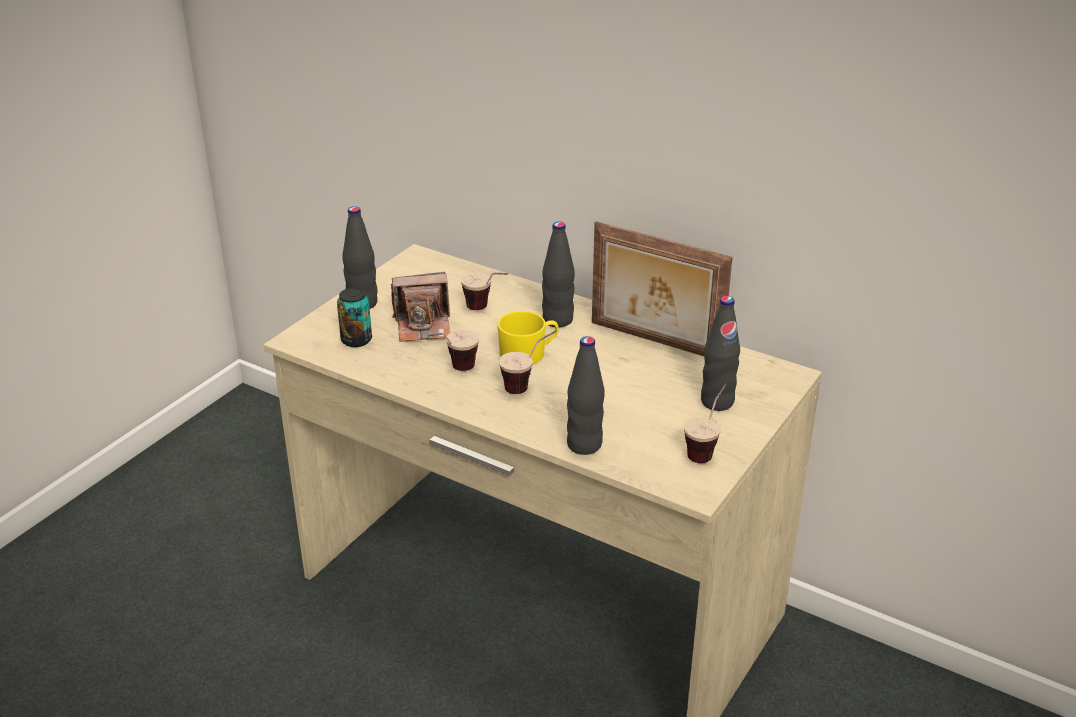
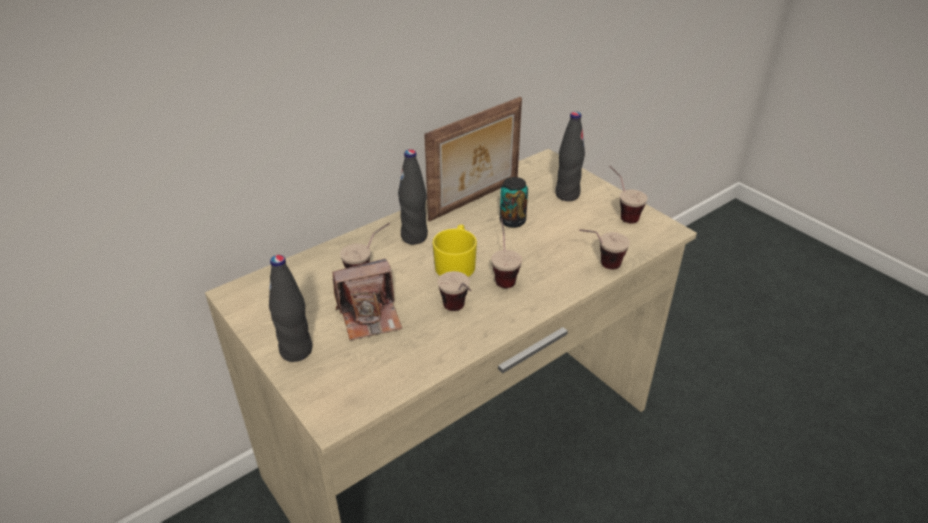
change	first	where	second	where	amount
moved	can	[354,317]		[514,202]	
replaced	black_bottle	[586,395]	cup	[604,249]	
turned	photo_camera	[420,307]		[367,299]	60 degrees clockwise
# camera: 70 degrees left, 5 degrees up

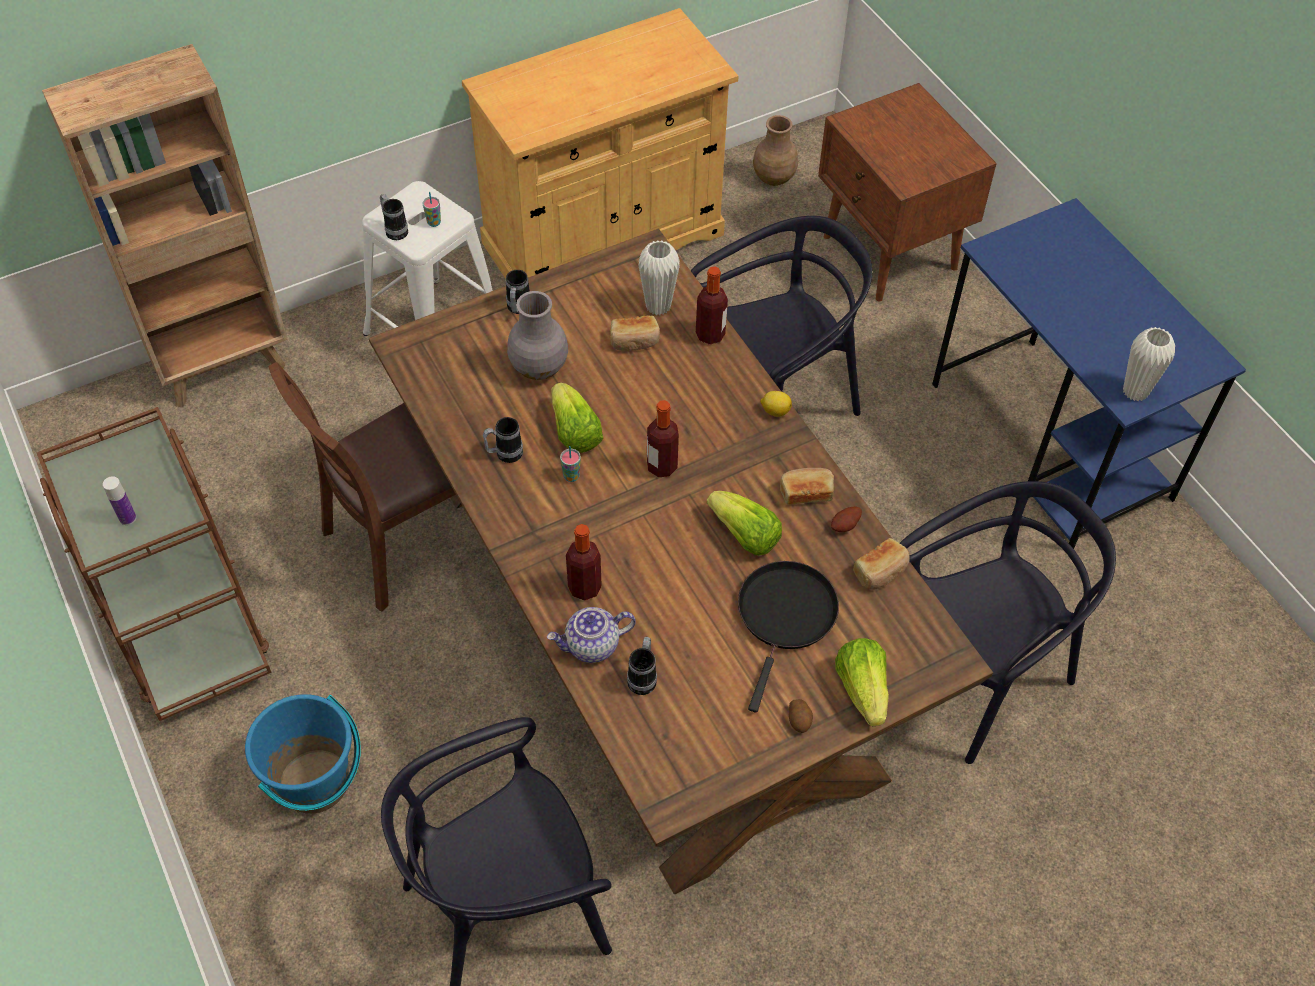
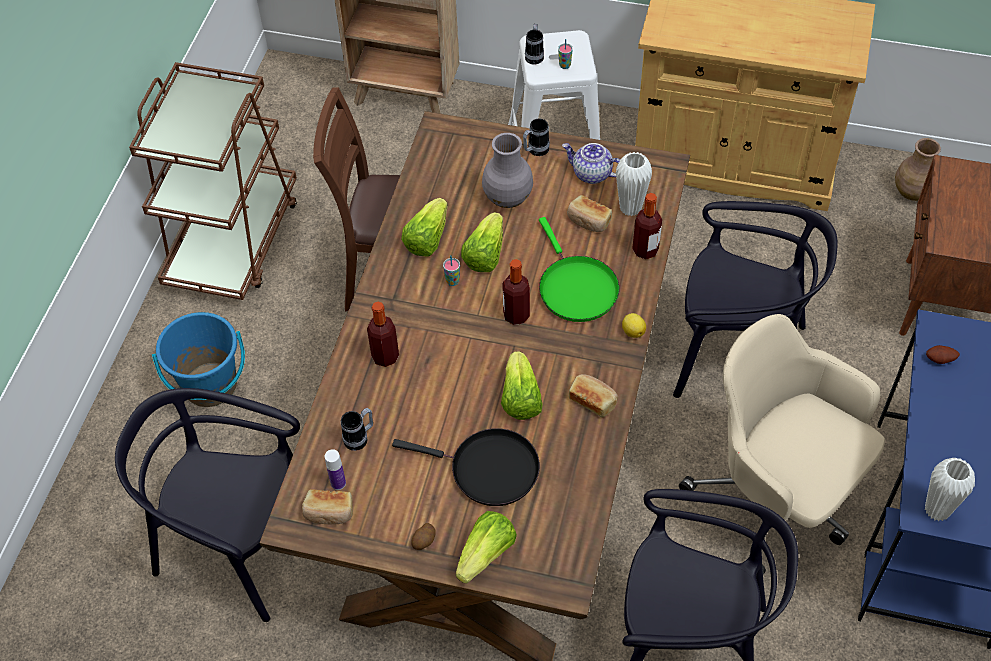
change	first	where	second	where	amount
added			green_frying_pan	[579,269]	
added			beige_office_chair	[782,444]	
moved	bottle	[119,500]		[335,469]	
moved	teapot	[591,635]		[591,163]	
moved	potato	[846,519]		[943,354]	
moved	bread	[881,564]		[327,506]	
replaced	mug	[503,440]	lettuce	[424,227]	
turned	black_frying_pan	[788,637]		[466,467]	45 degrees clockwise
# camera: 45 degrees right, 0 degrees up

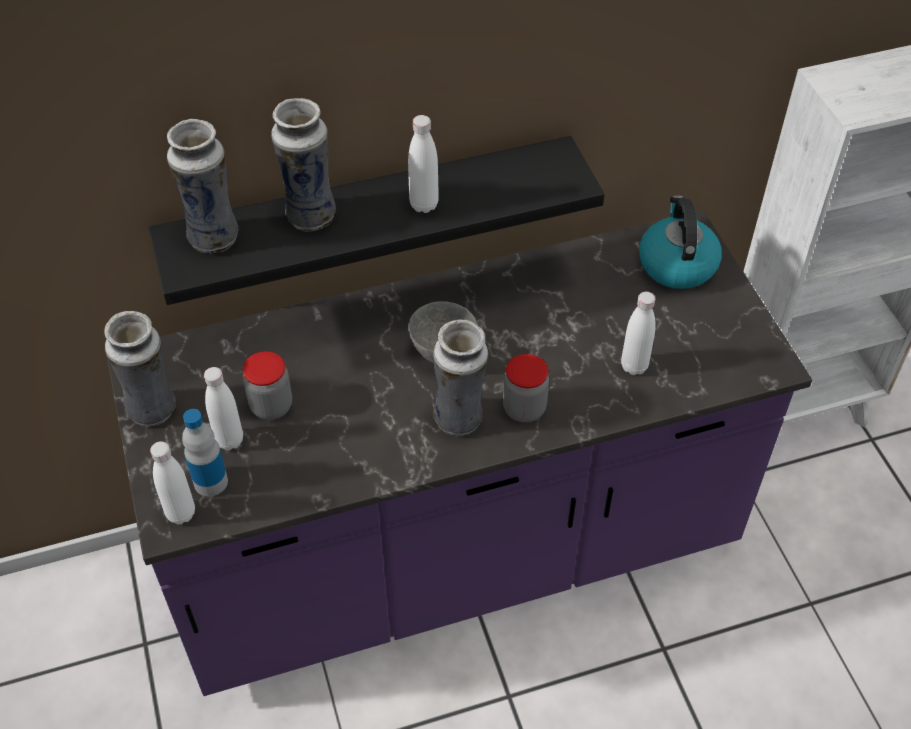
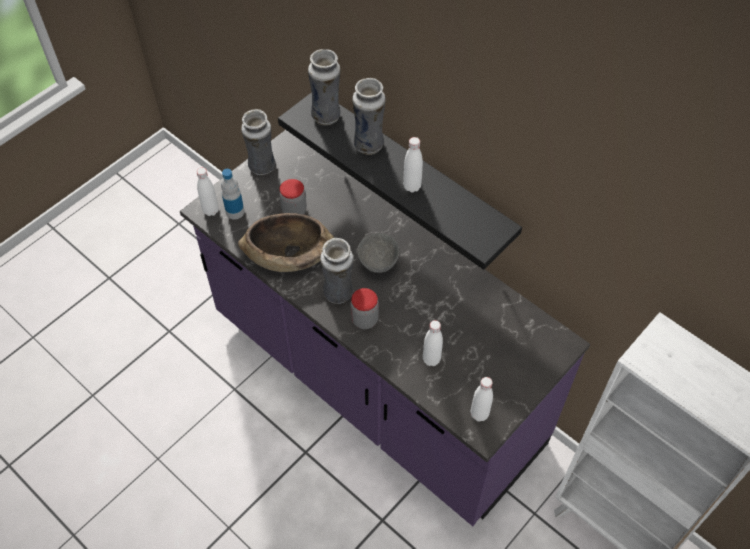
change	first	where	second	where	amount
removed	kettle	[680,242]			
added			brown_bowl	[286,242]	
moved	white_bottle	[223,408]		[482,399]	
# camera: 60 degrees right, 5 degrees up

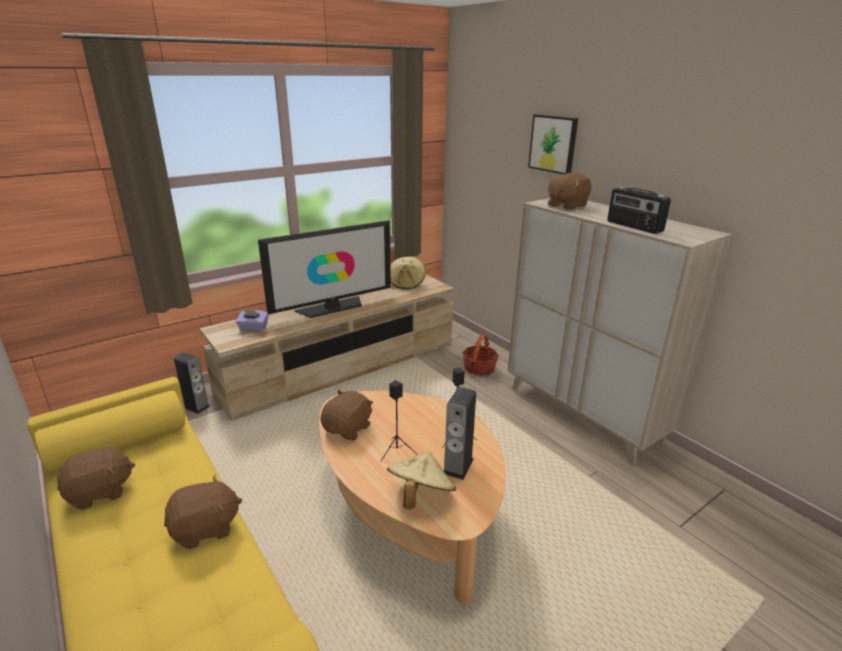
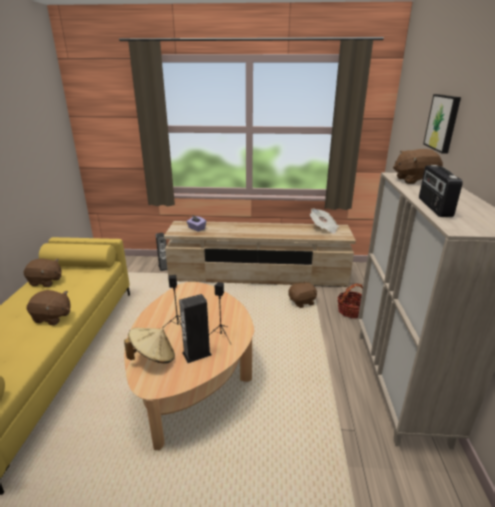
change	first	where	second	where	amount
removed	television	[324,269]			
moved	brown_plush_toy	[346,415]		[302,294]	
replaced	beige_hat	[407,273]	newspaper	[324,221]	
# camera: 40 degrees right, 0 degrees up

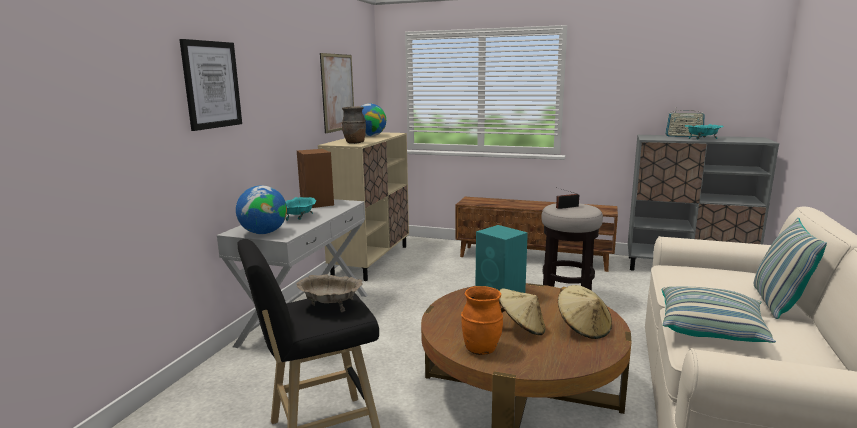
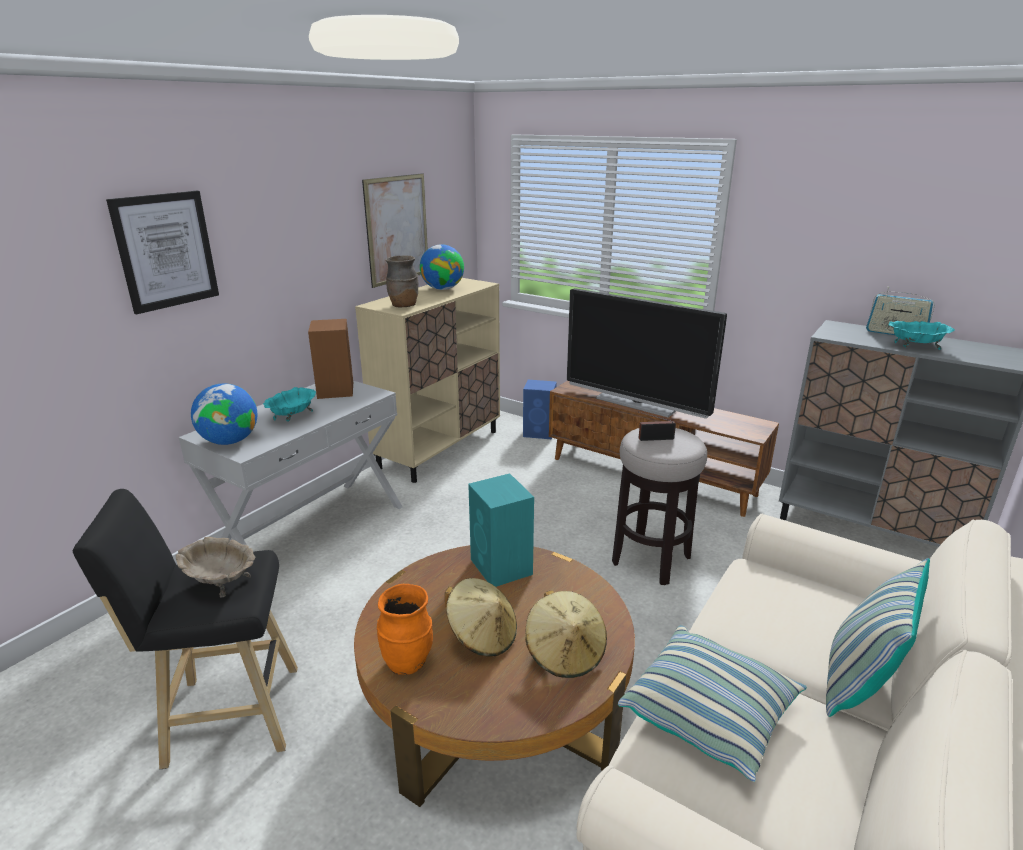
change	first	where	second	where	amount
added			blue_speaker	[540,409]	
added			television	[647,353]	
# camera: 15 degrees right, 10 degrees up

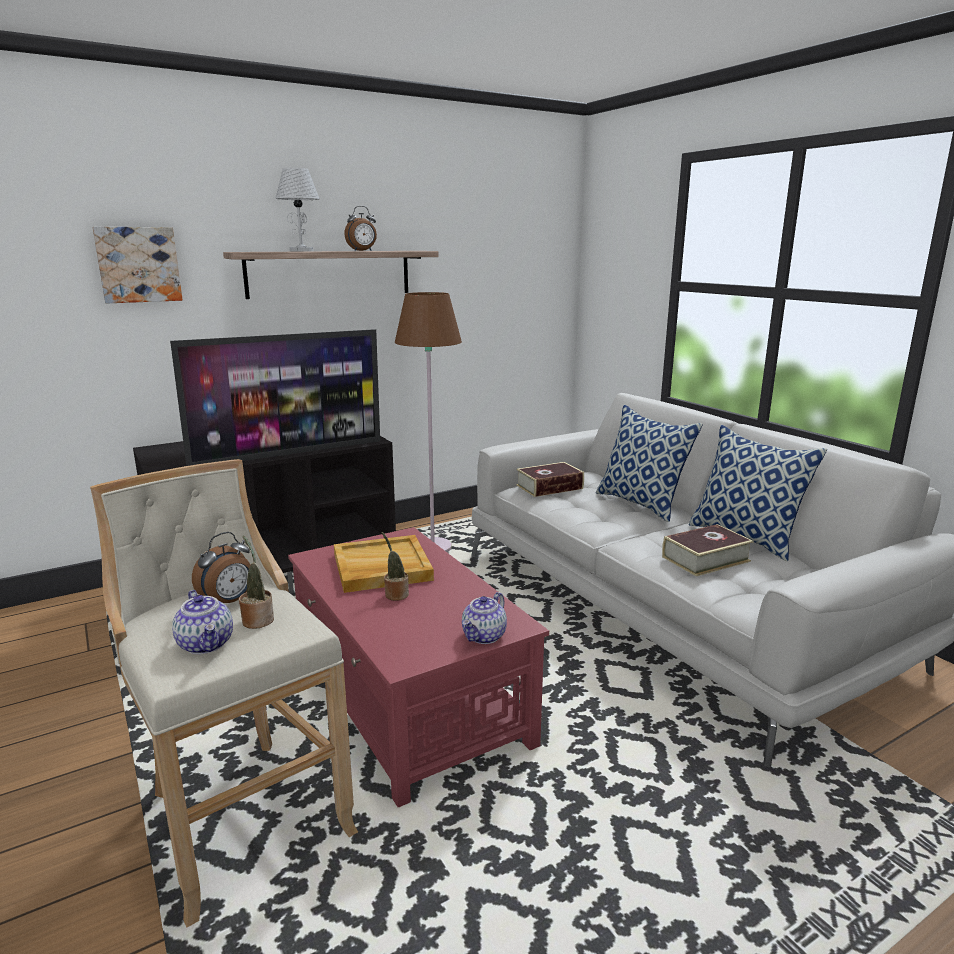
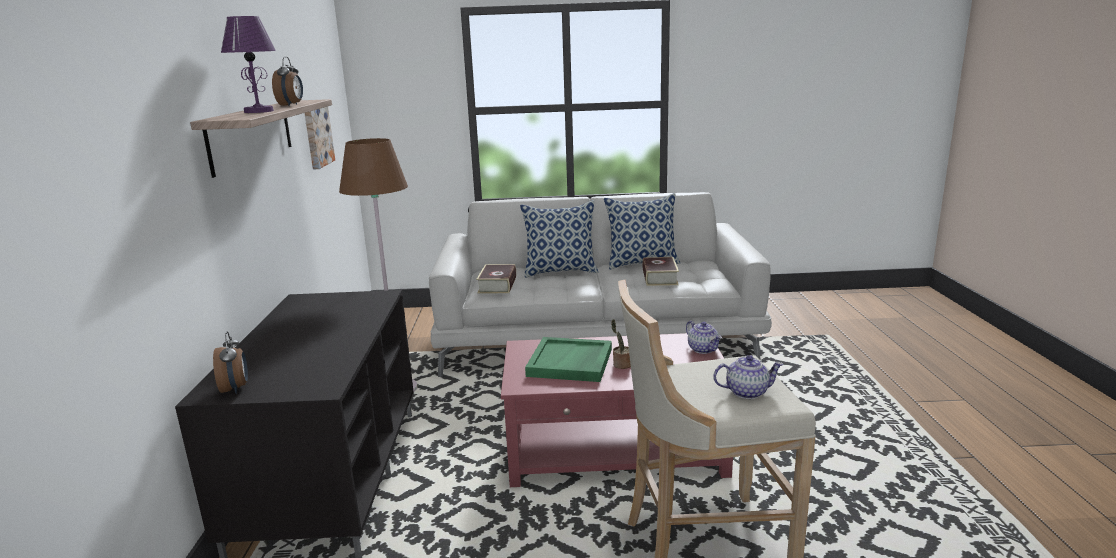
change	first	where	second	where	amount
removed	television	[275,397]			
removed	potted_plant	[256,582]			
moved	picture	[137,265]		[319,137]	
moved	alarm_clock	[221,567]		[230,362]	
recoloured	white_table_lamp	[297,210]	purple_table_lamp	[248,64]	
recoloured	beige_tray	[384,564]	green_tray	[568,359]	
# camera: 60 degrees left, 0 degrees up

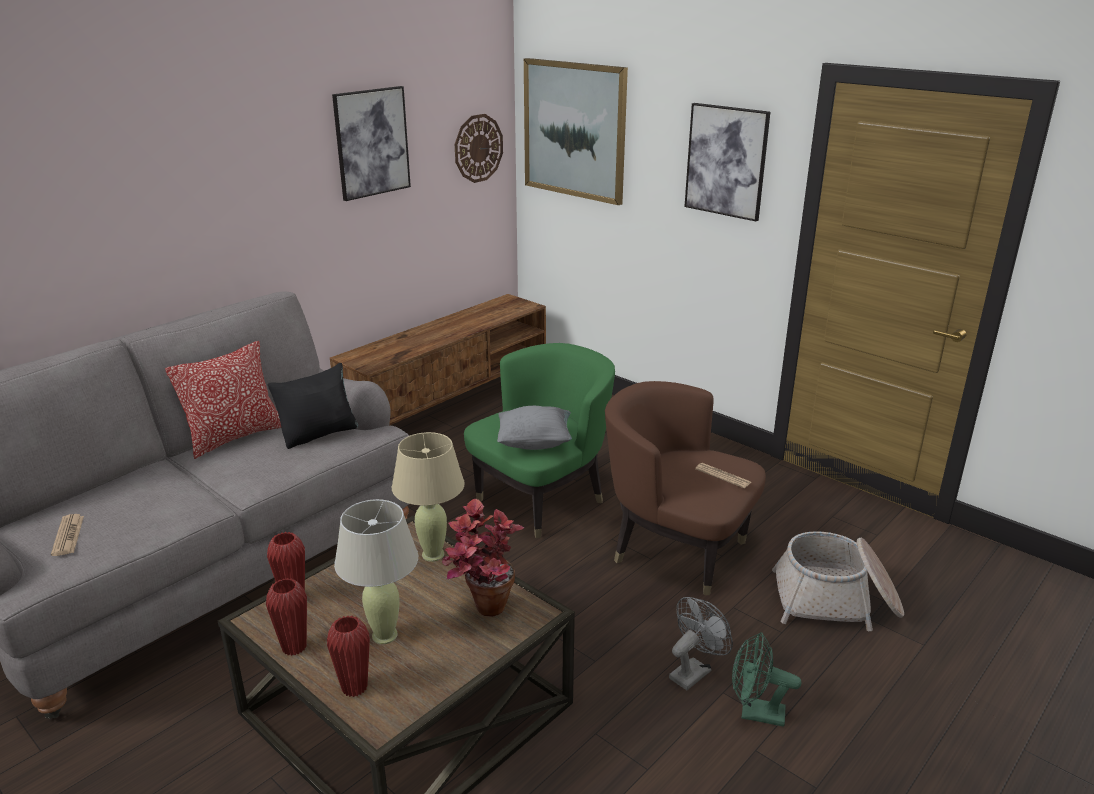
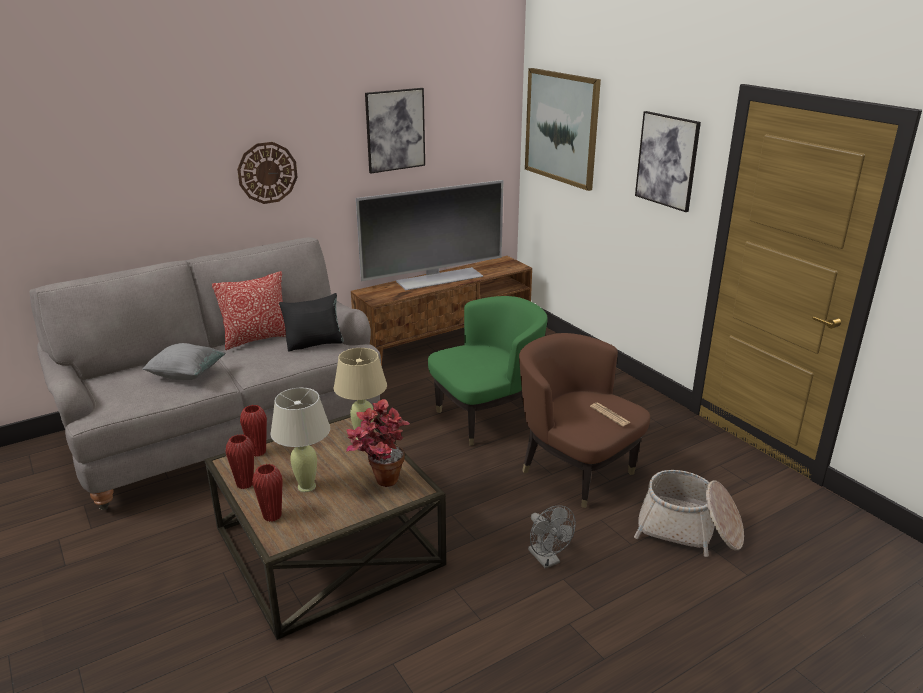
change	first	where	second	where	amount
removed	newspaper	[67,535]			
removed	green_fan	[766,679]			
added			television	[430,235]	
moved	wall_clock	[479,148]		[267,173]	
moved	grey_pillow	[534,428]		[184,361]	
turned	grey_fan	[701,643]		[552,537]	90 degrees clockwise
# camera: 15 degrees right, 0 degrees up

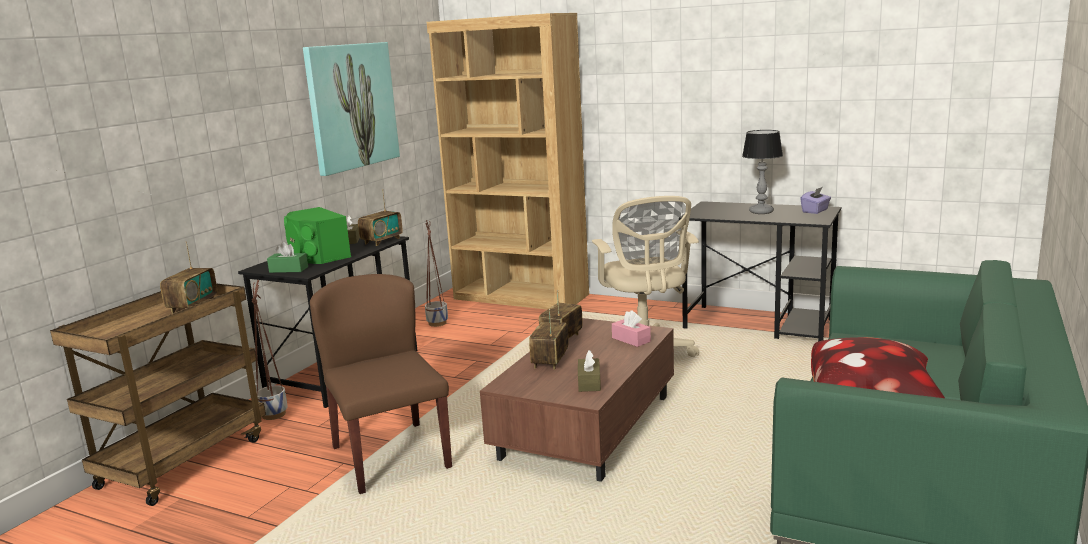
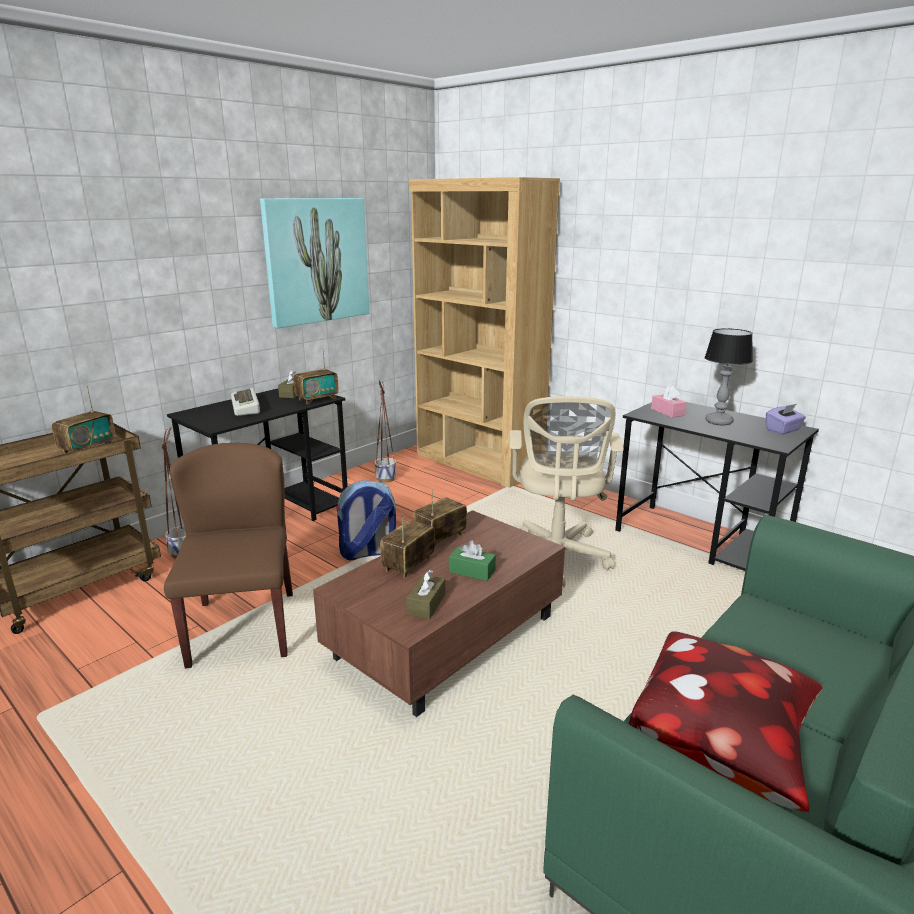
change	first	where	second	where	amount
added			backpack	[366,520]	
moved	green_tissue_box	[287,257]		[472,560]	
moved	pink_tissue_box	[631,328]		[669,402]	
replaced	green_speaker	[317,235]	keyboard	[245,402]	
# camera: 15 degrees right, 5 degrees up

